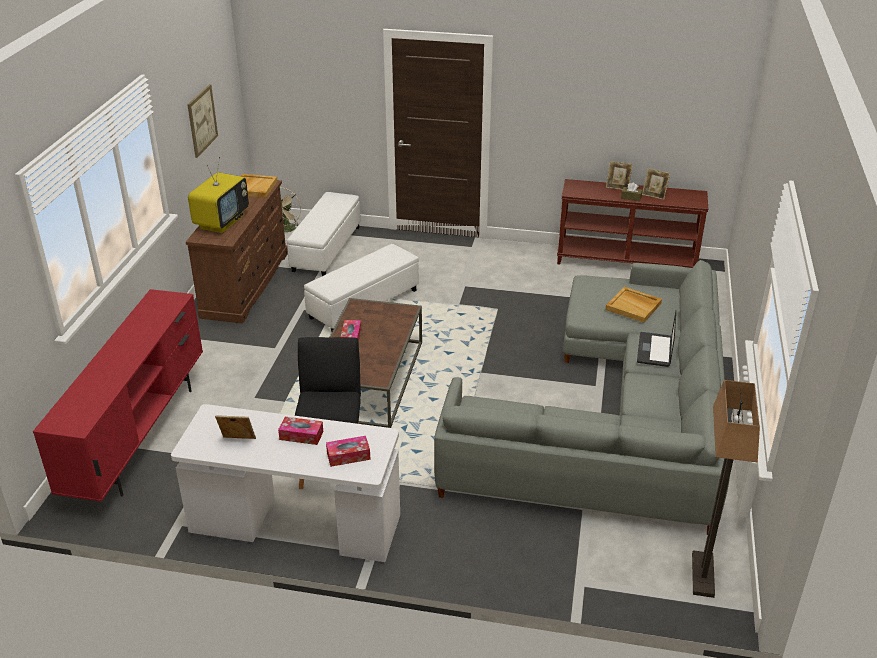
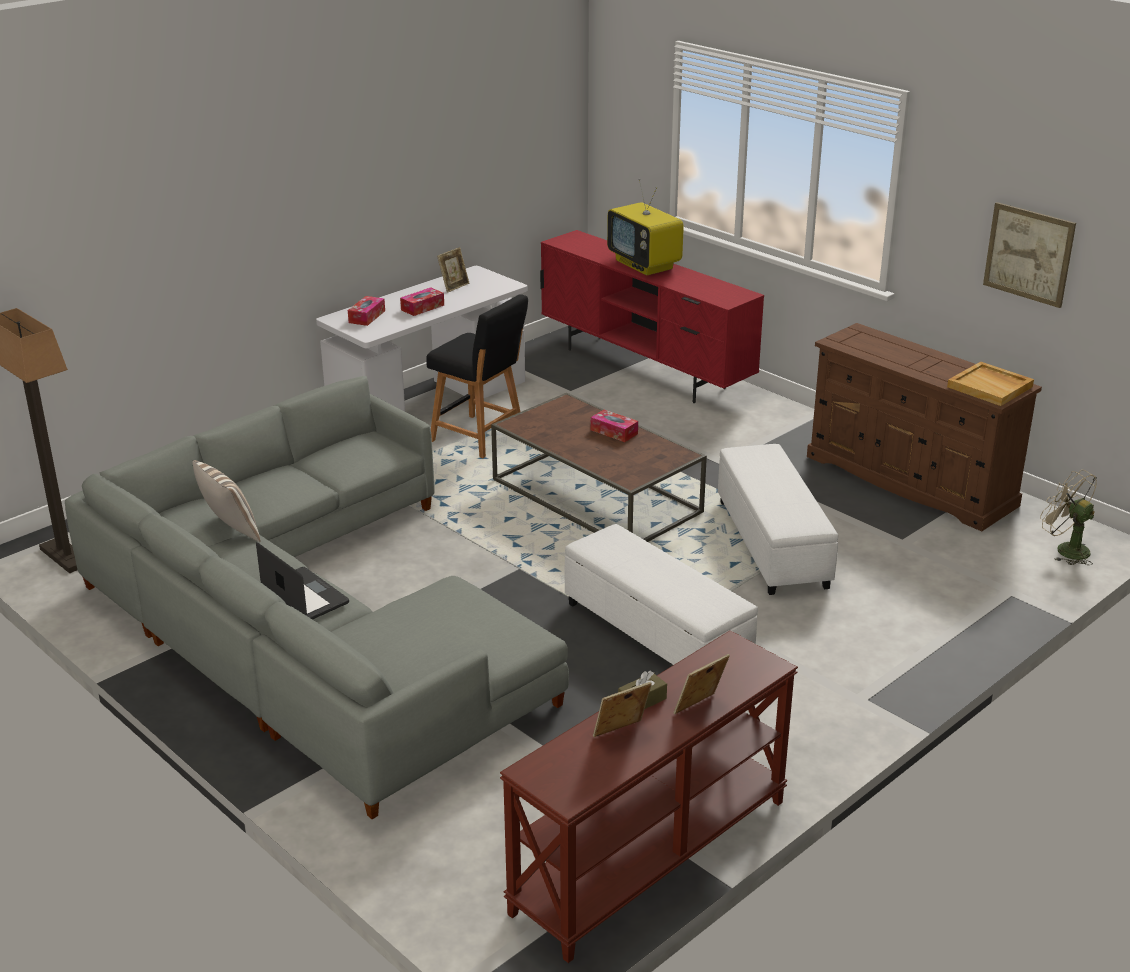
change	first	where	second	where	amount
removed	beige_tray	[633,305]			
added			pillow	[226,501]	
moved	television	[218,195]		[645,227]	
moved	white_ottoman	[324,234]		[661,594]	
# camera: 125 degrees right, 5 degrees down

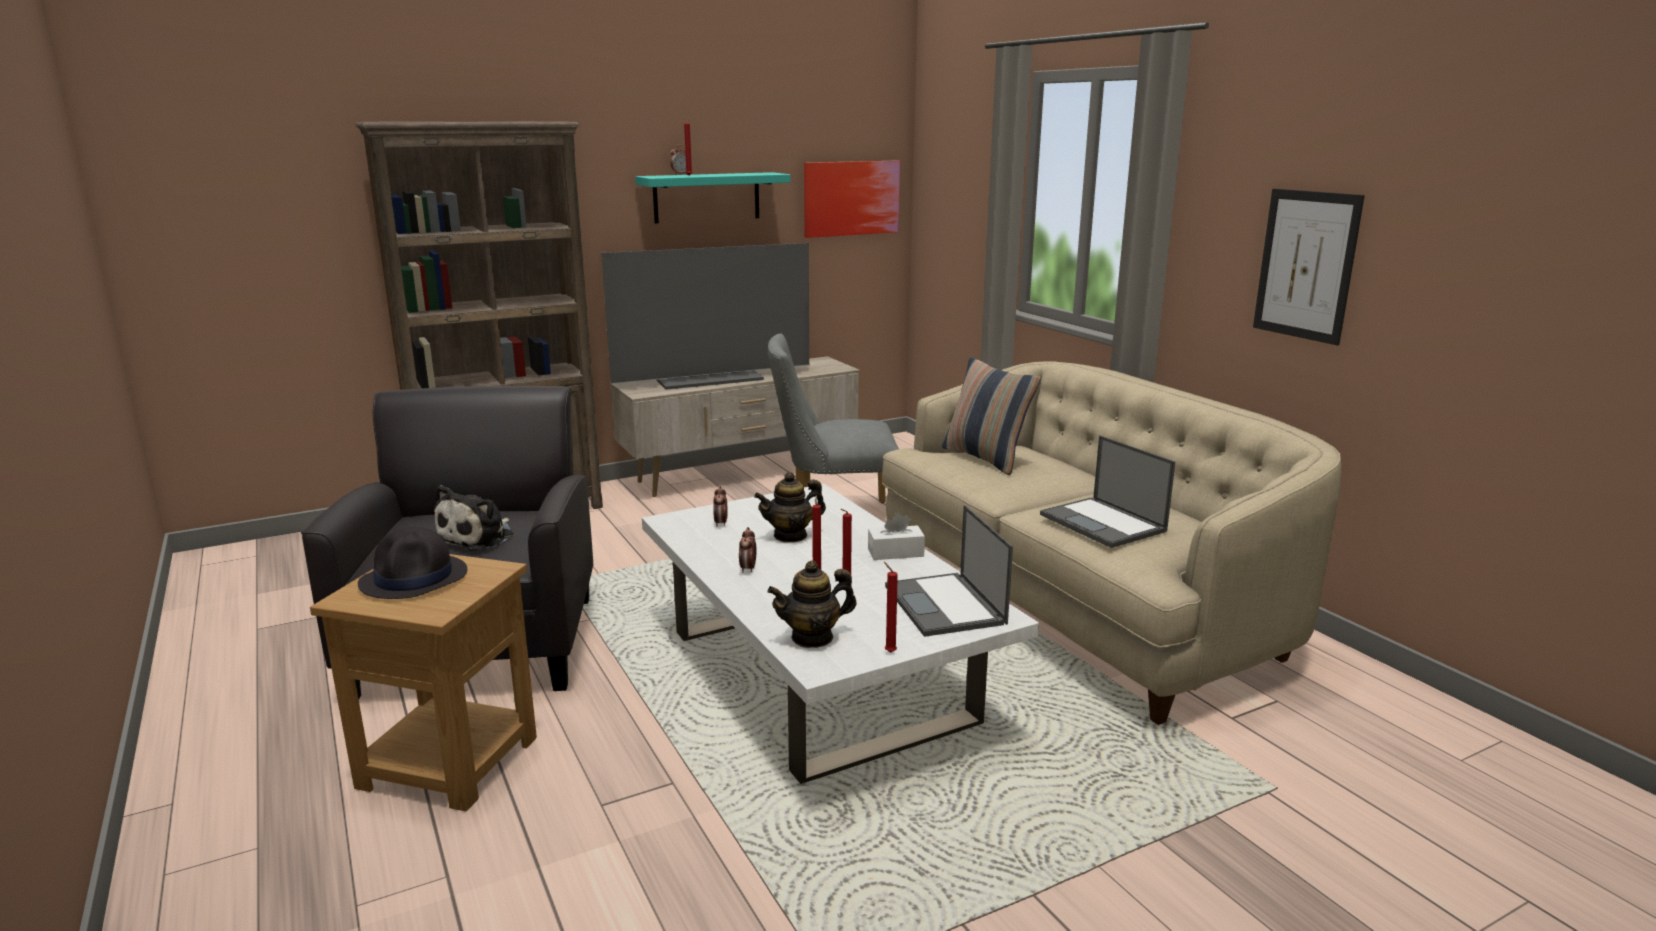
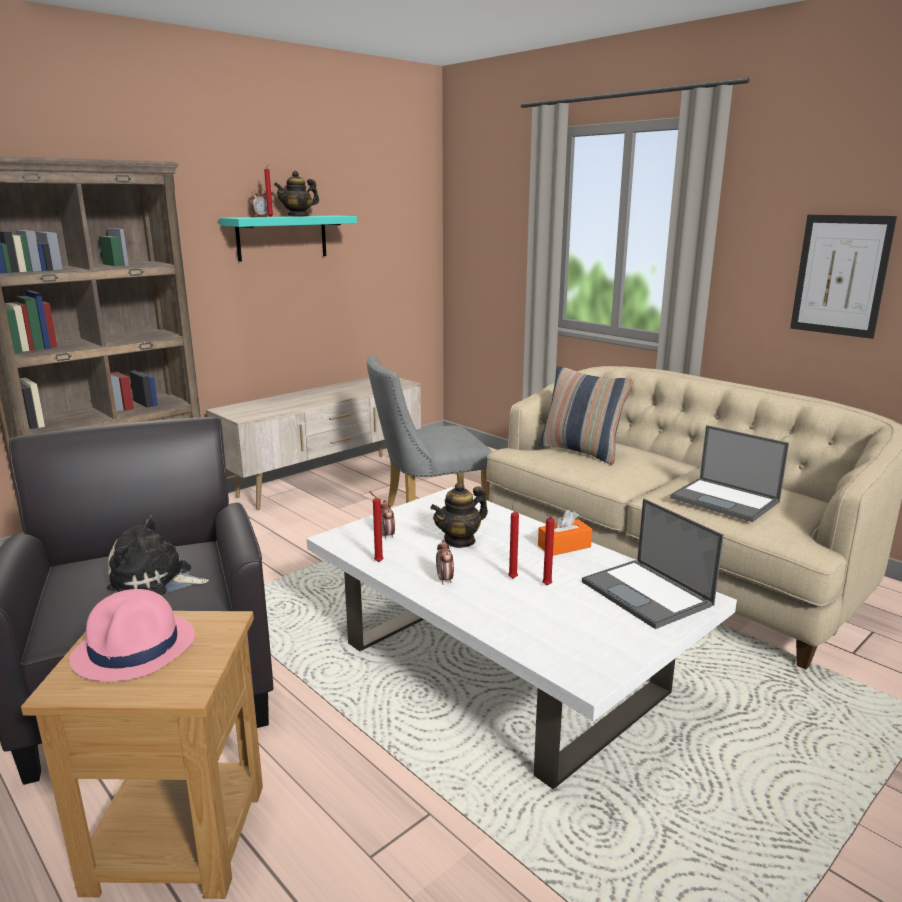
change	first	where	second	where	amount
removed	television	[705,316]			
removed	picture	[852,199]			
moved	teapot	[812,604]		[296,194]	
moved	red_candle	[891,607]		[376,526]	
recoloured	black_hat	[412,563]	pink_hat	[132,635]	
recoloured	white_tissue_box	[896,536]	orange_tissue_box	[565,533]	
turned	plush_toy	[474,517]		[158,555]	90 degrees clockwise
# camera: 15 degrees left, 0 degrees up

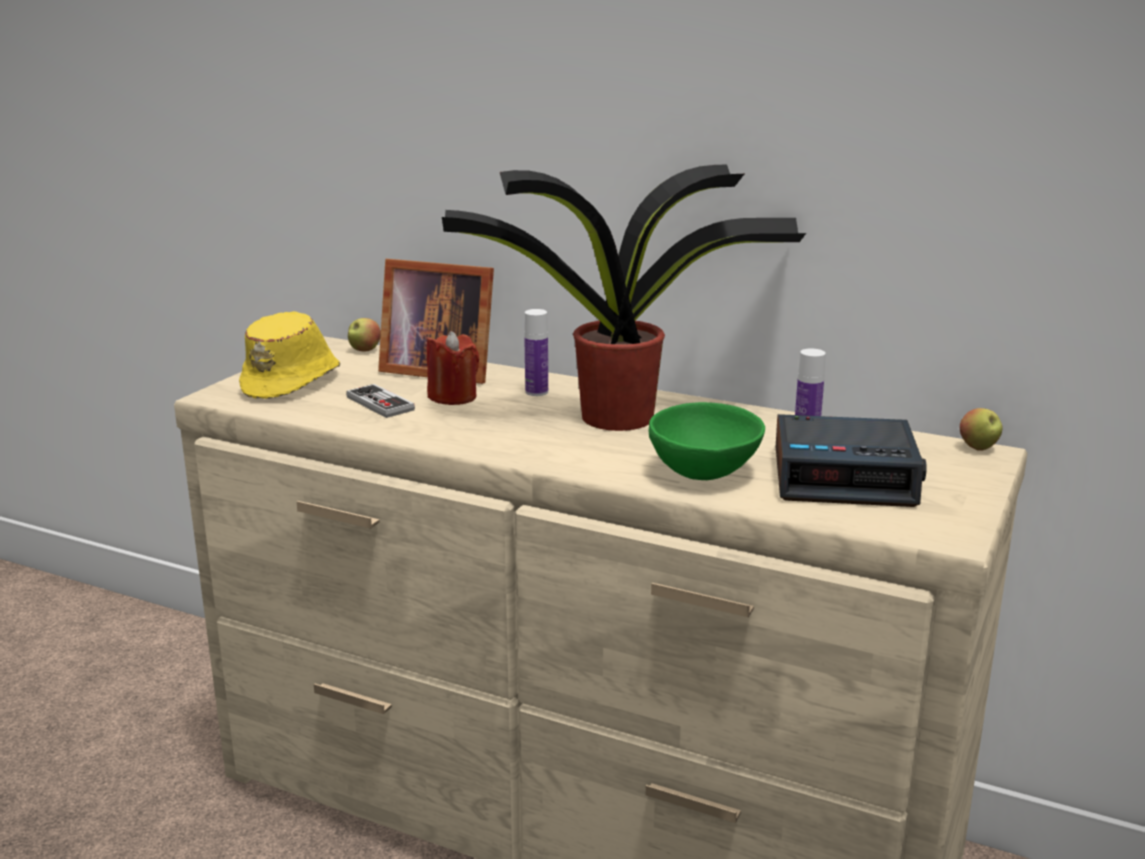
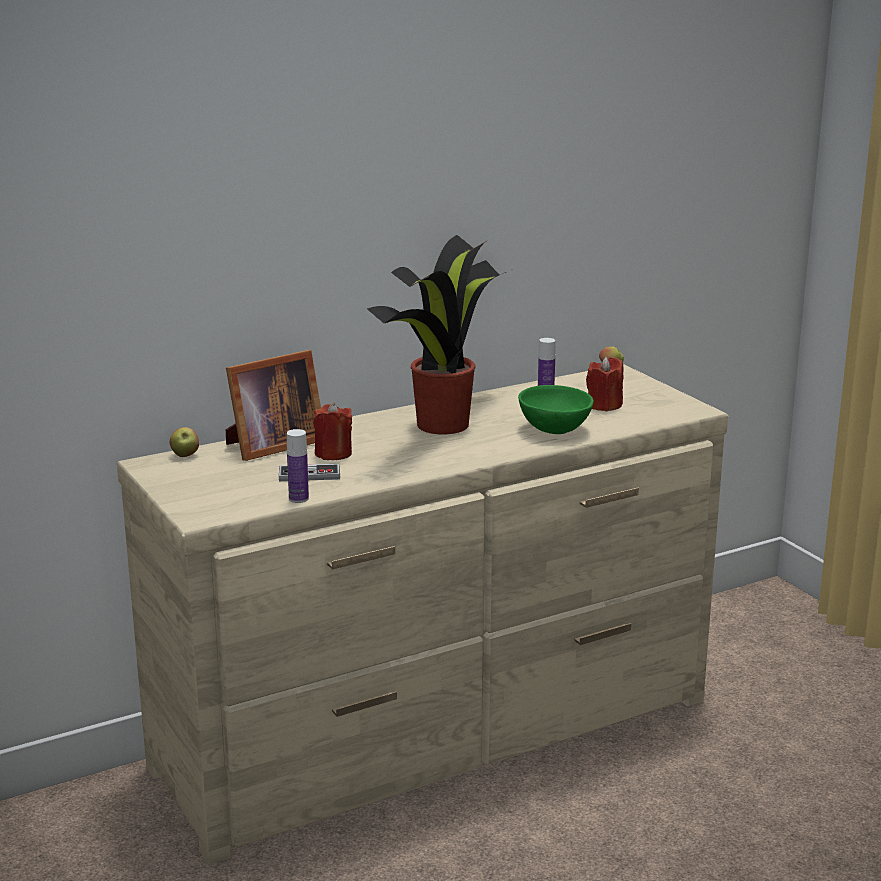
change	first	where	second	where	amount
removed	yellow_hat	[289,355]			
moved	bottle	[536,352]		[298,466]	
replaced	alarm_clock	[851,460]	red_candle	[604,384]	
# camera: 55 degrees left, 0 degrees up

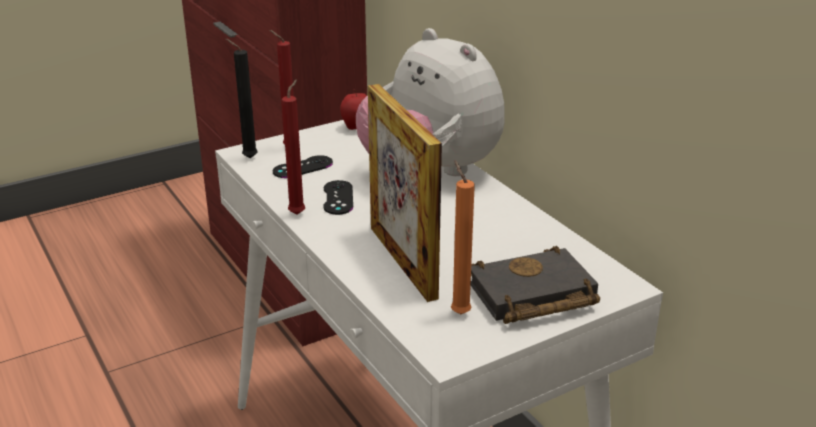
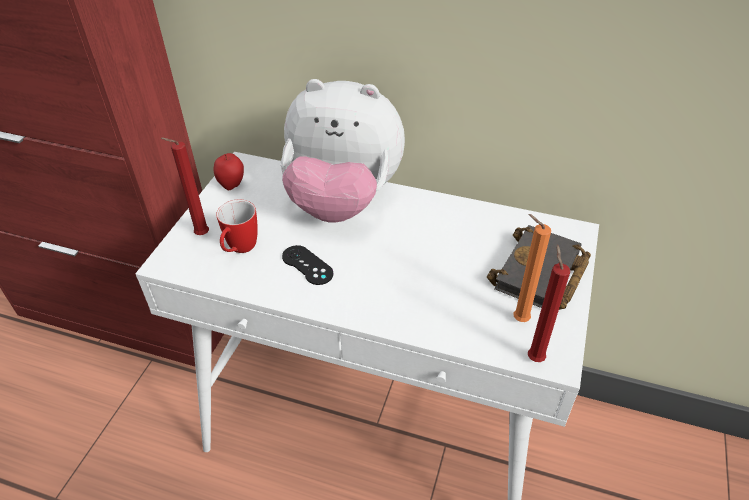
change	first	where	second	where	amount
removed	black_candle	[242,98]			
removed	picture_frame	[405,193]			
moved	red_candle	[293,146]		[549,303]	
replaced	black_game_controller	[303,166]	mug	[237,226]	
# camera: 40 degrees left, 15 degrees up

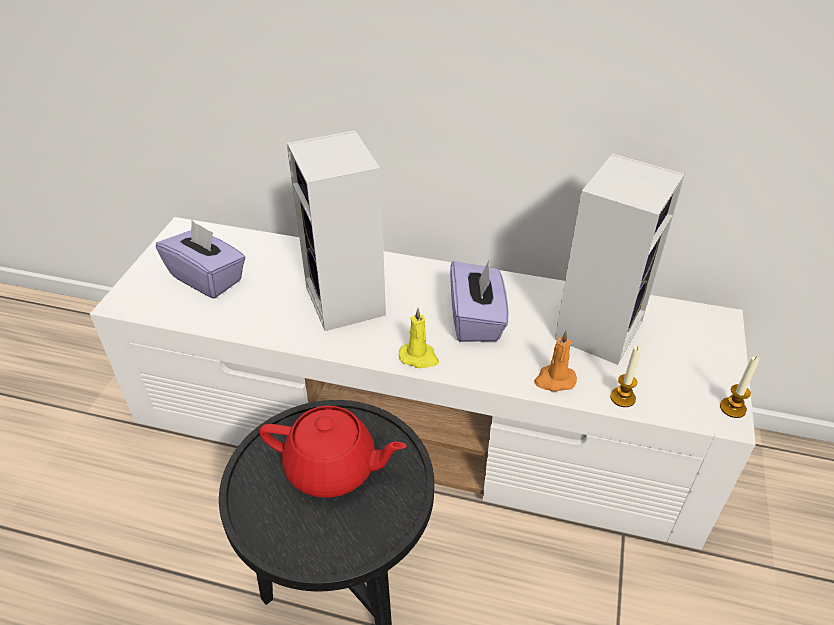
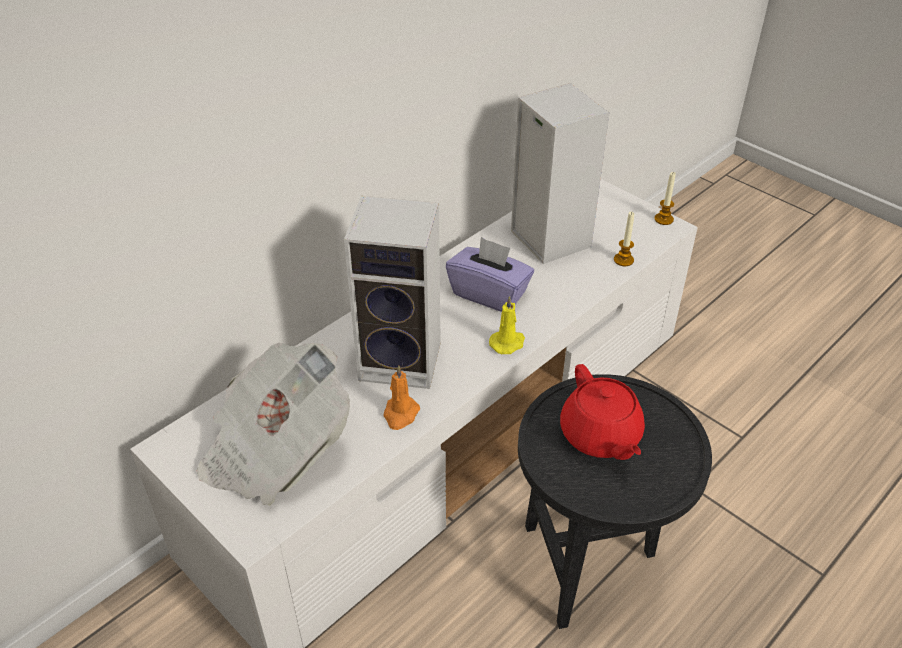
change	first	where	second	where	amount
moved	orange_candle	[555,361]		[401,397]	
replaced	purple_tissue_box	[201,259]	newspaper	[273,424]	
turned	red_teapot	[332,452]		[602,412]	120 degrees clockwise
# camera: 60 degrees left, 0 degrees up

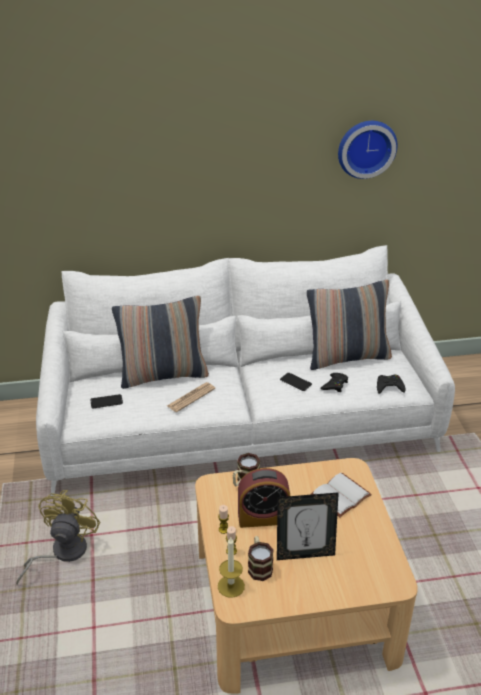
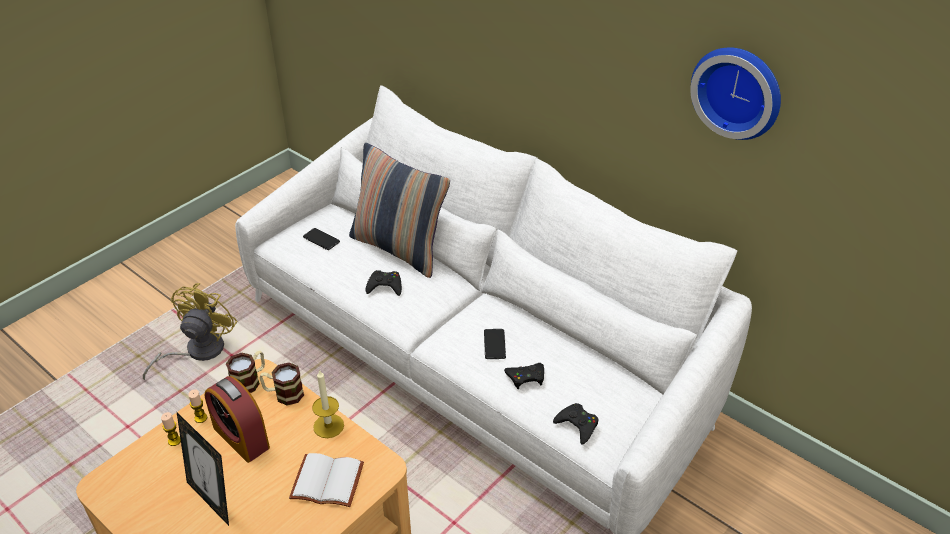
change	first	where	second	where	amount
removed	pillow	[349,325]			
moved	candle	[231,567]		[328,403]	
moved	mug	[261,558]		[245,372]	
replaced	newspaper	[191,397]	black_game_controller	[384,283]	
turned	yellow_fan	[58,537]		[190,331]	45 degrees counterclockwise
# camera: 50 degrees right, 5 degrees up

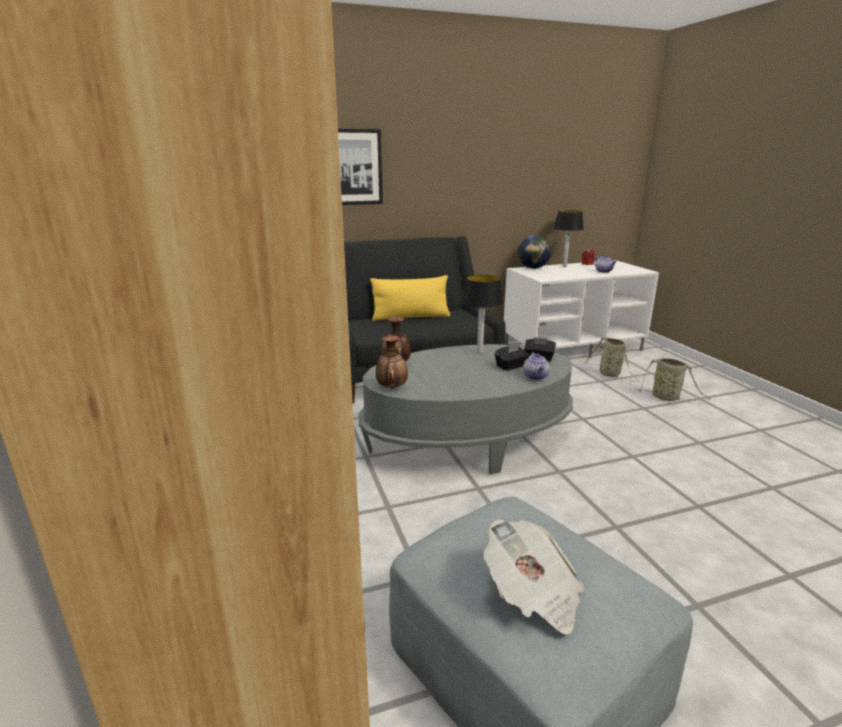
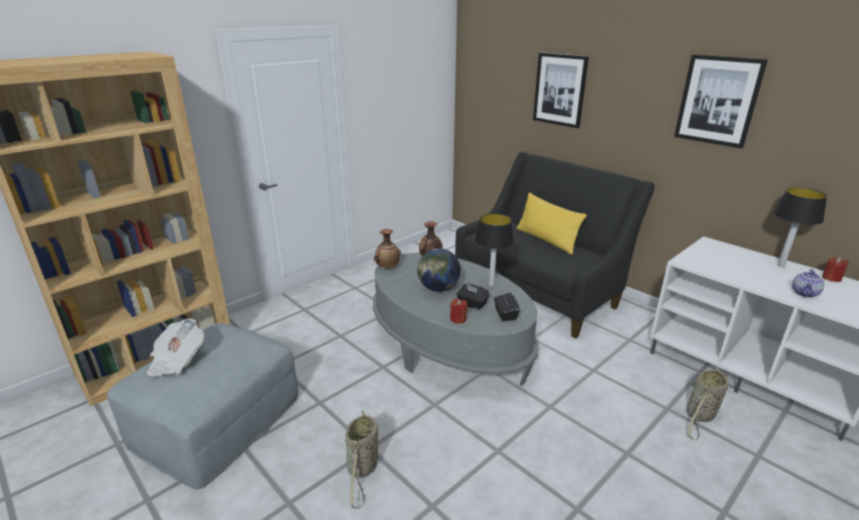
change	first	where	second	where	amount
added			picture	[721,101]	
moved	globe	[534,252]		[439,270]	
moved	basket	[673,379]		[361,459]	
replaced	teapot	[536,366]	red_candle	[459,311]	
# camera: 65 degrees right, 5 degrees up

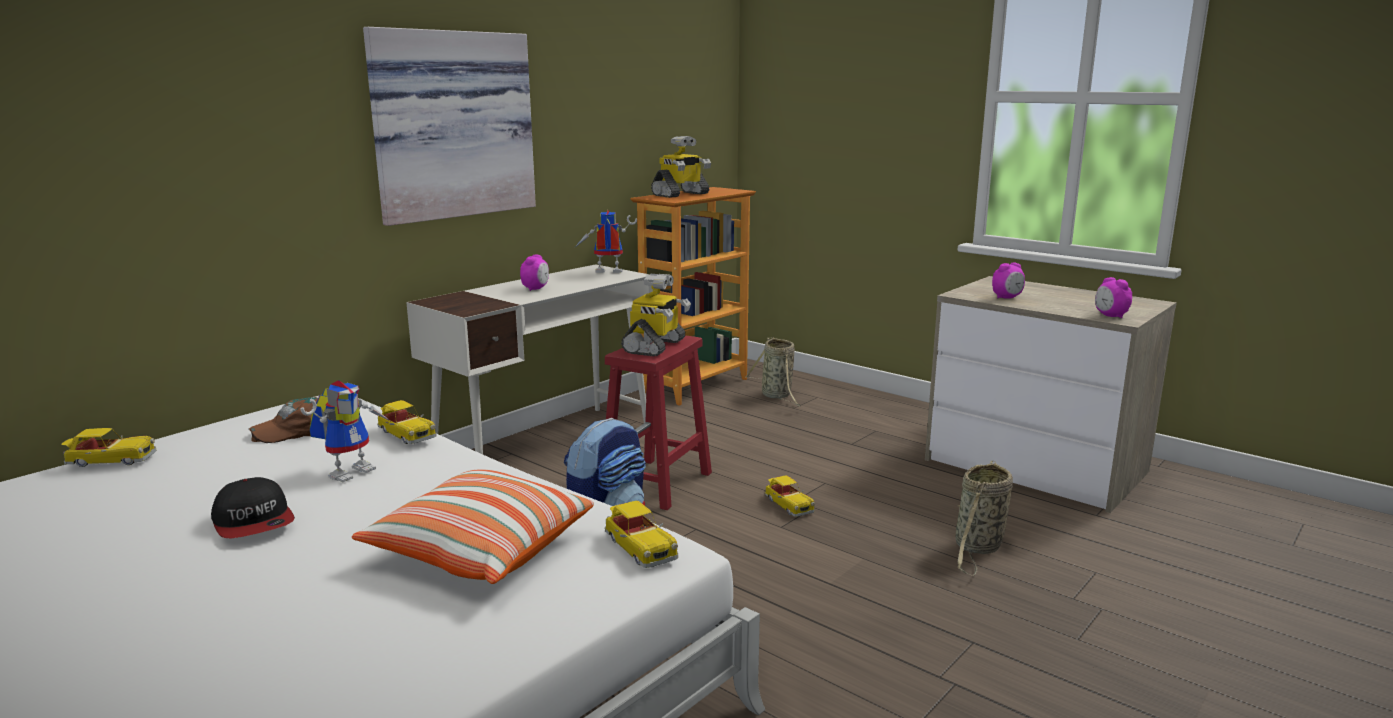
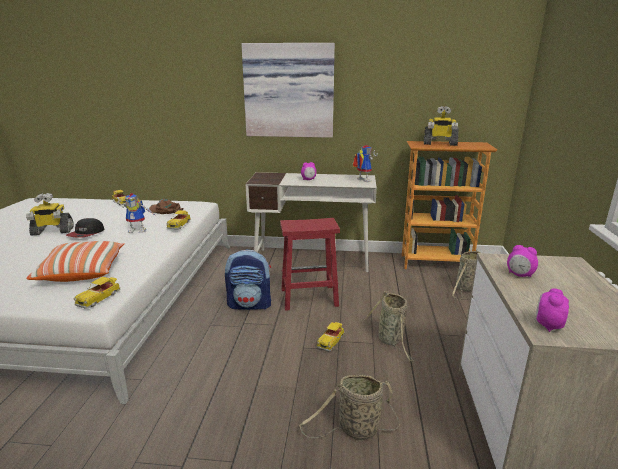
change	first	where	second	where	amount
added			basket	[389,326]	
moved	toy_robot	[656,315]		[50,214]	
# camera: 55 degrees right, 5 degrees up

